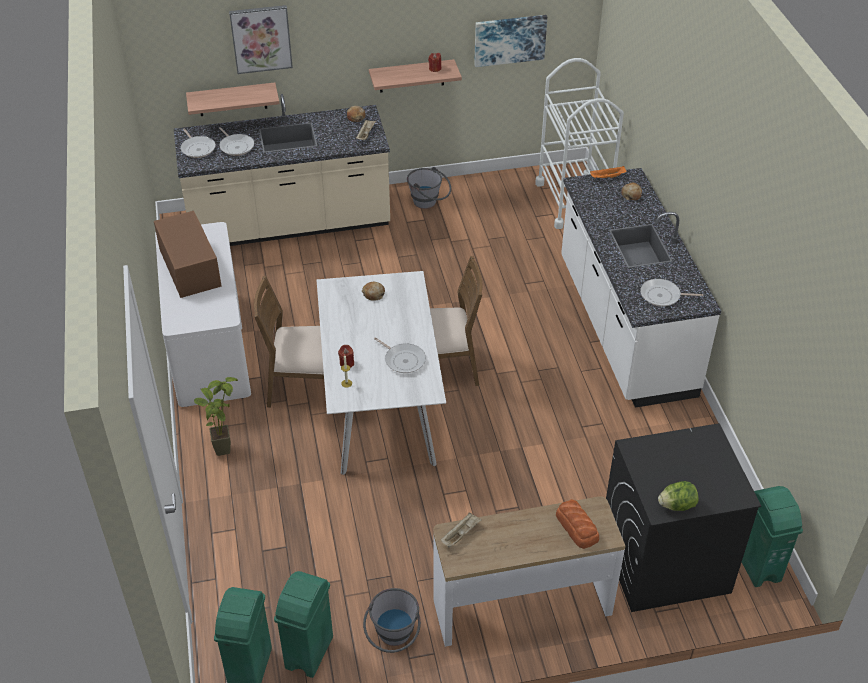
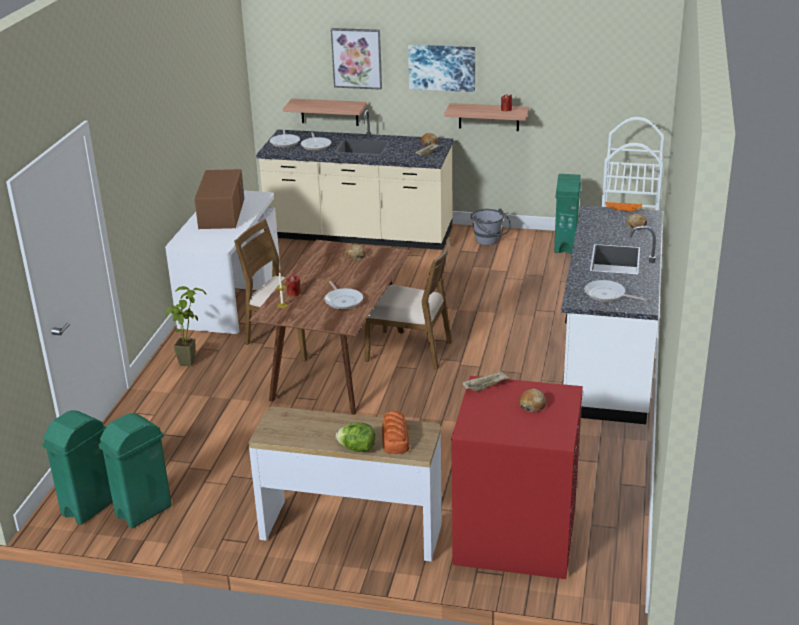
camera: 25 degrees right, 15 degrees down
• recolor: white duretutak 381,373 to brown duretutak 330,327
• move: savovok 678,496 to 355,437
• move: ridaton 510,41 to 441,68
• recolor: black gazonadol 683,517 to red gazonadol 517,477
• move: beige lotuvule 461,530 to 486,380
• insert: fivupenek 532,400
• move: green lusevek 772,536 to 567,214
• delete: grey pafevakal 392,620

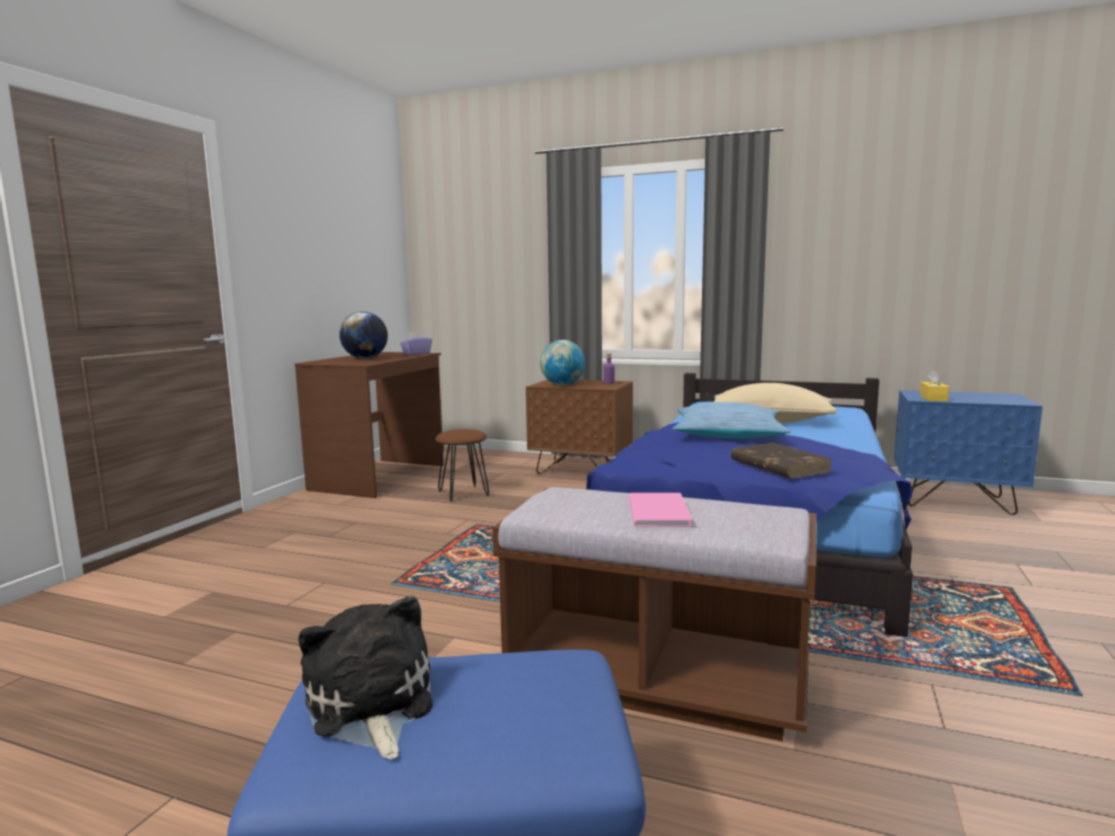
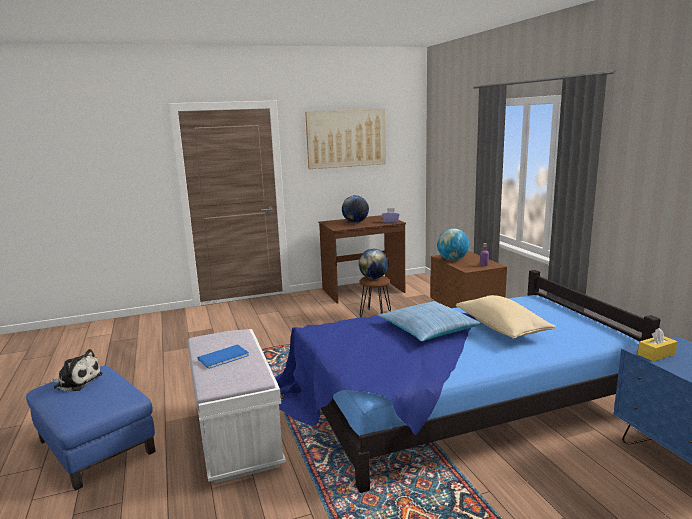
camera: 50 degrees right, 5 degrees up
• rotate: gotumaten 366,677 = 76,370 75 degrees clockwise
• recolor: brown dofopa 655,614 to white dofopa 237,406
• recolor: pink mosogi 661,510 to blue mosogi 223,357
• insert: ridaton 345,139
• insert: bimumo 373,264
• delete: brown mosogi 781,460

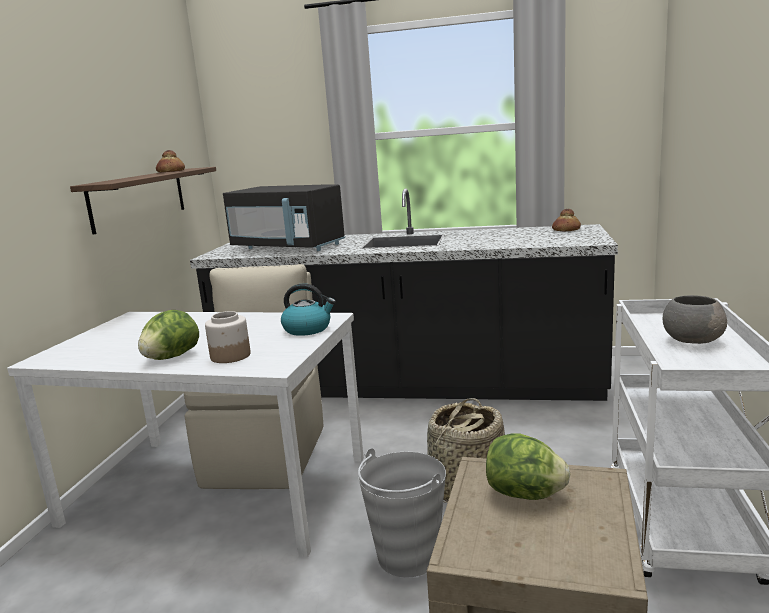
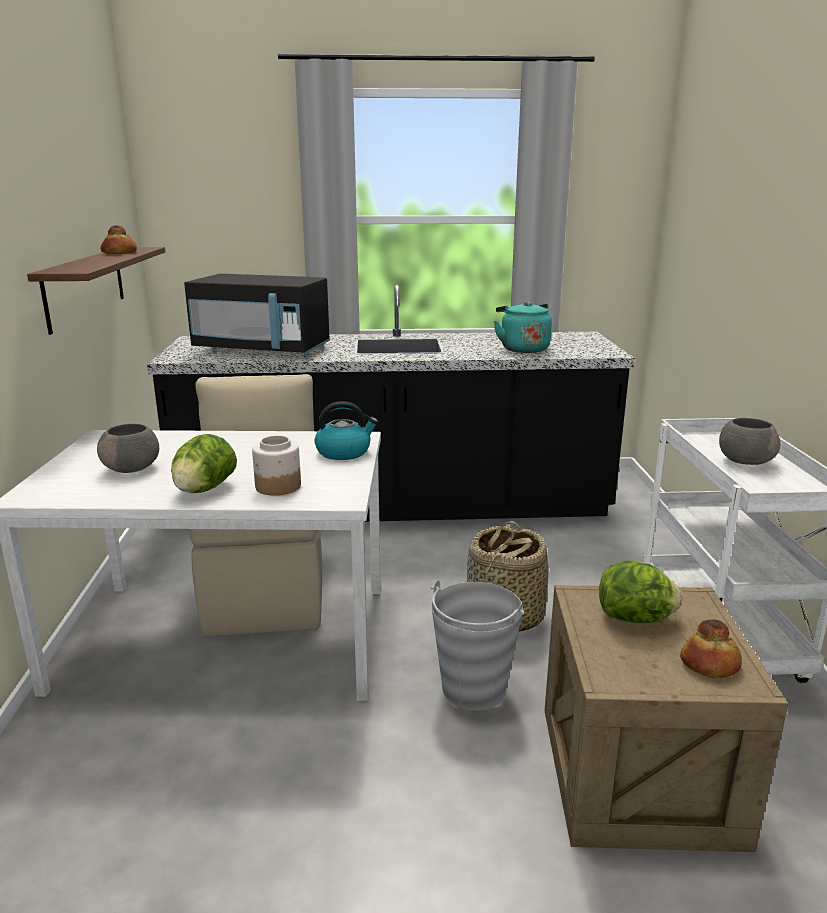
camera: 15 degrees left, 5 degrees up
• insert: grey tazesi 128,448
• insert: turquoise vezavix 523,327
• move: fivupenek 566,220 to 711,649

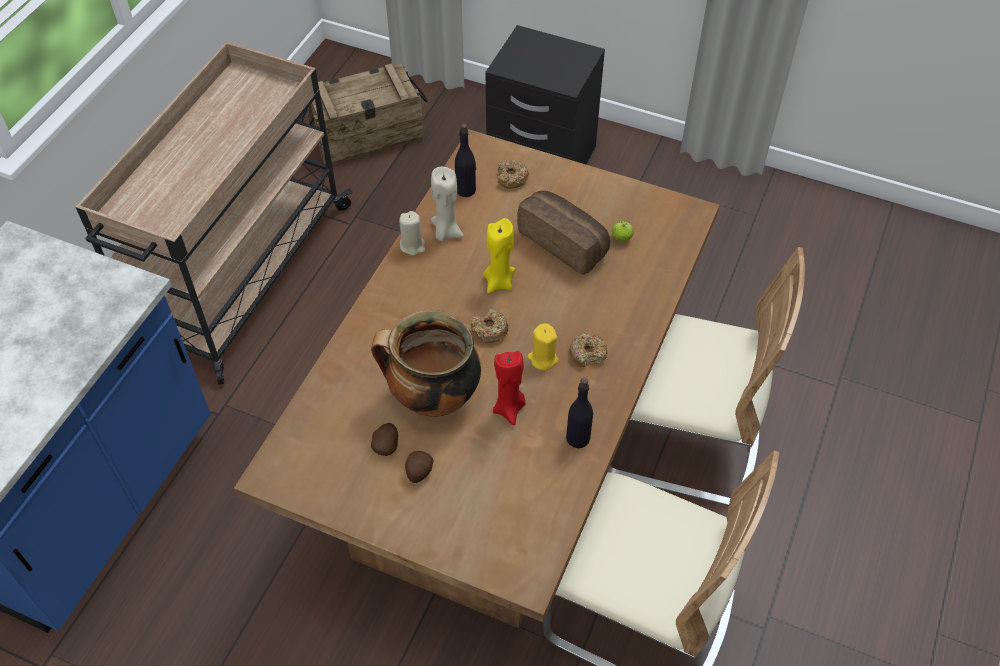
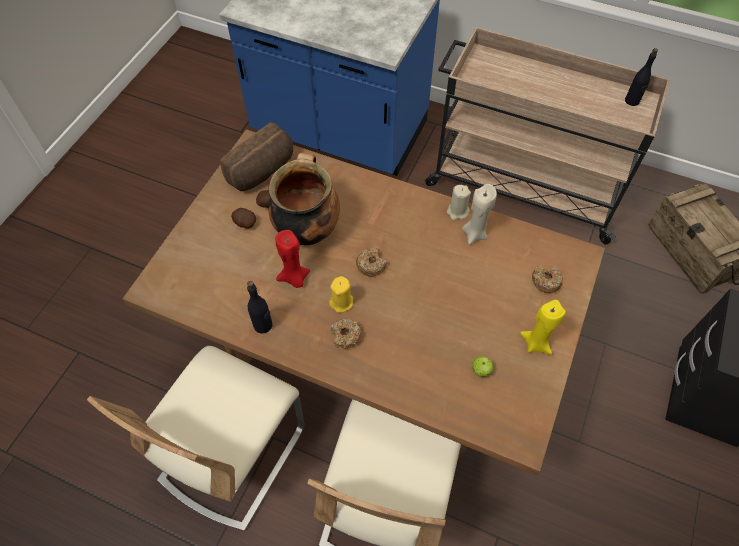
camera: 90 degrees right, 5 degrees up
• move: fivupenek 563,233 to 256,156
• move: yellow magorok 499,255 to 543,327
• move: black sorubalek 465,160 to 641,77

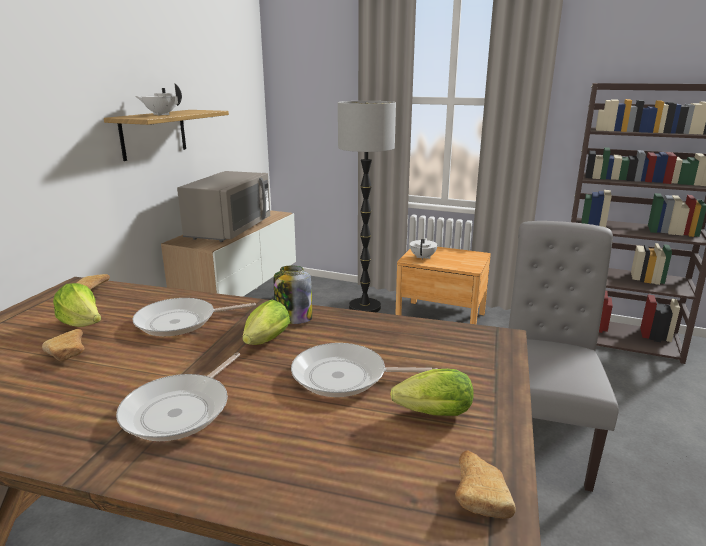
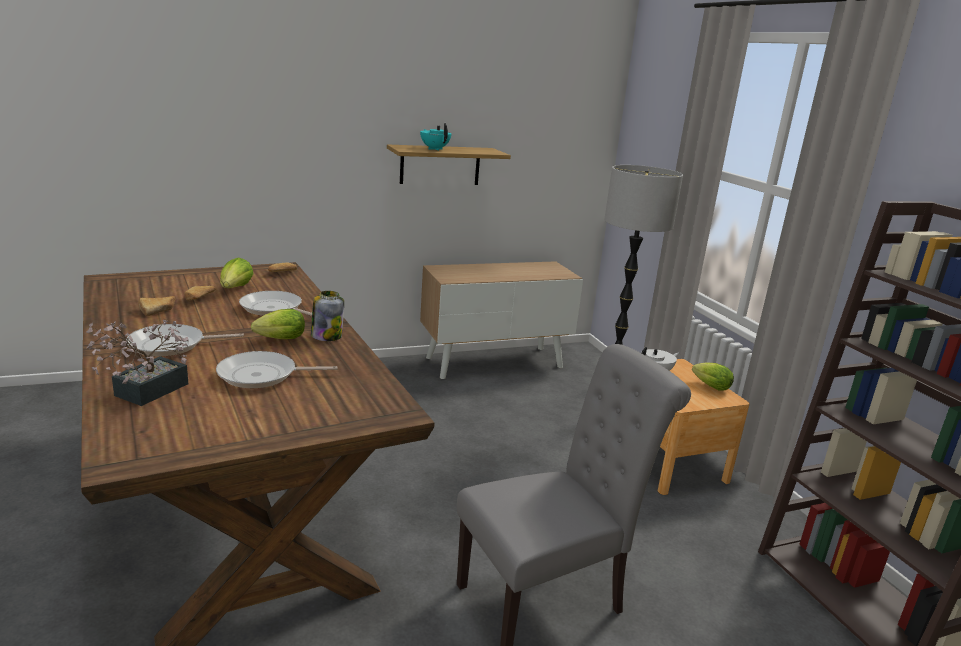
camera: 45 degrees right, 0 degrees up
• insert: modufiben 137,363
• move: fivupenek 485,484 to 157,306
• rotate: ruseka 364,370 = 277,369 60 degrees counterclockwise
• recolor: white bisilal 159,99 to turquoise bisilal 436,136
• move: savovok 432,392 to 713,377
• delete: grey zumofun 223,206

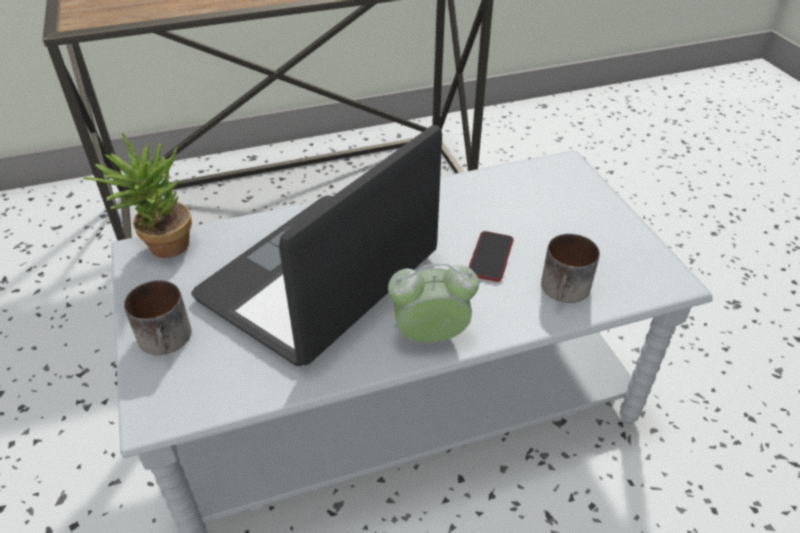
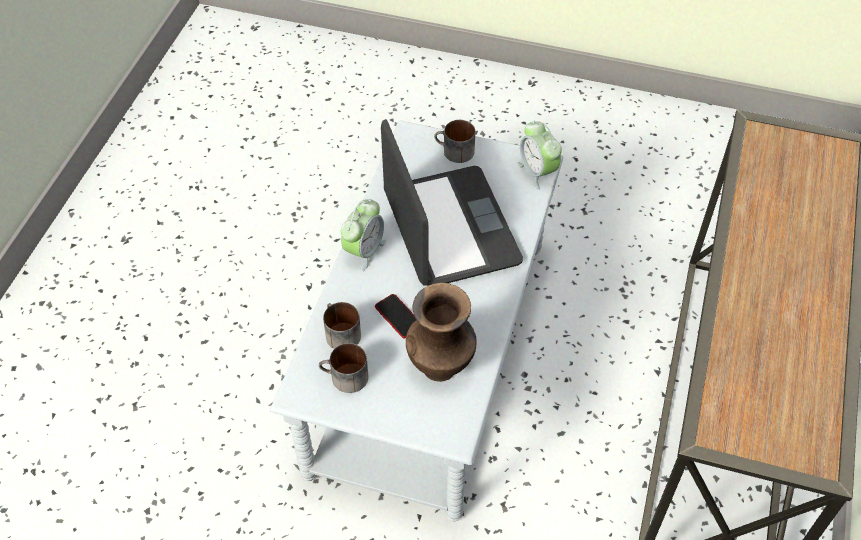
camera: 125 degrees right, 10 degrees up
• insert: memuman 343,368
• insert: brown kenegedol 441,332
• replace: modufiben 137,195 to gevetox 539,155

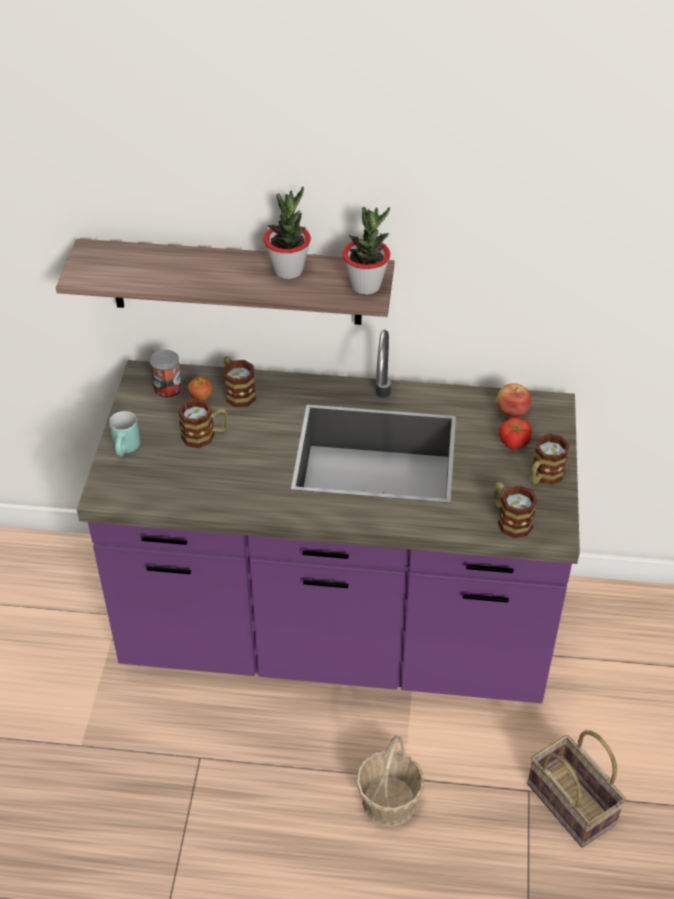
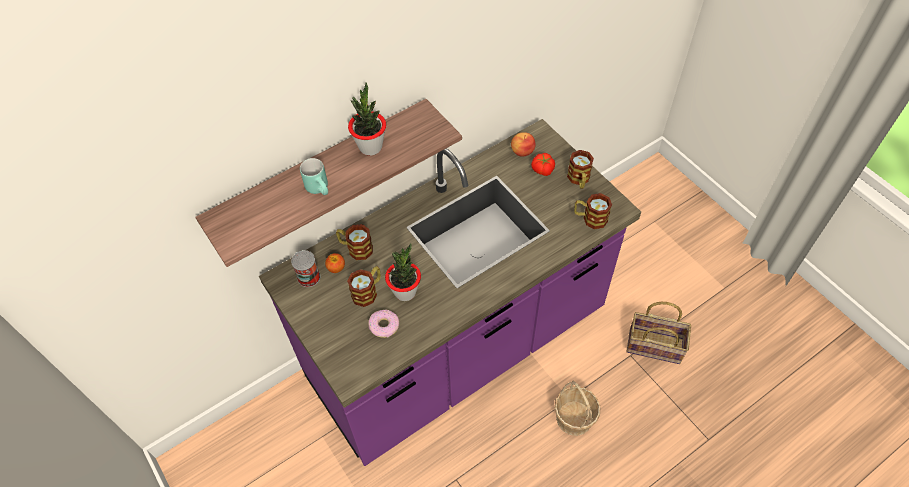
camera: 40 degrees left, 10 degrees up
• move: turquoise memuman 124,433 to 314,176
• insert: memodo 383,324
• move: modufiben 366,251 to 403,272

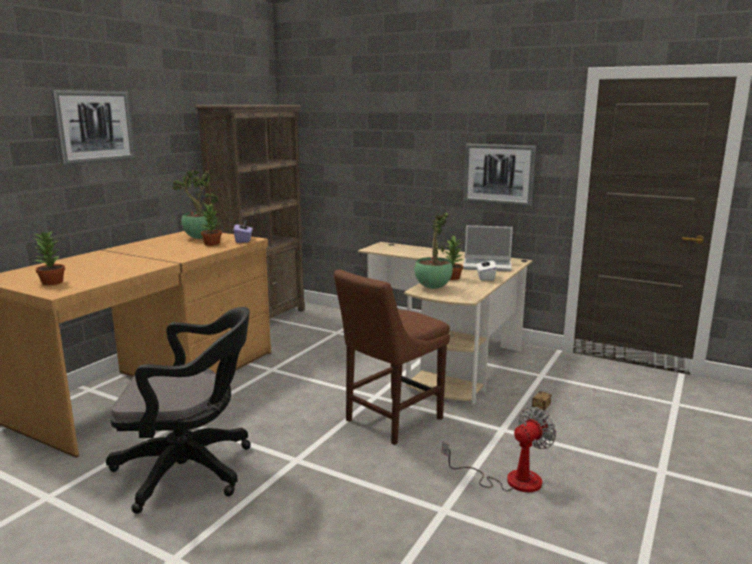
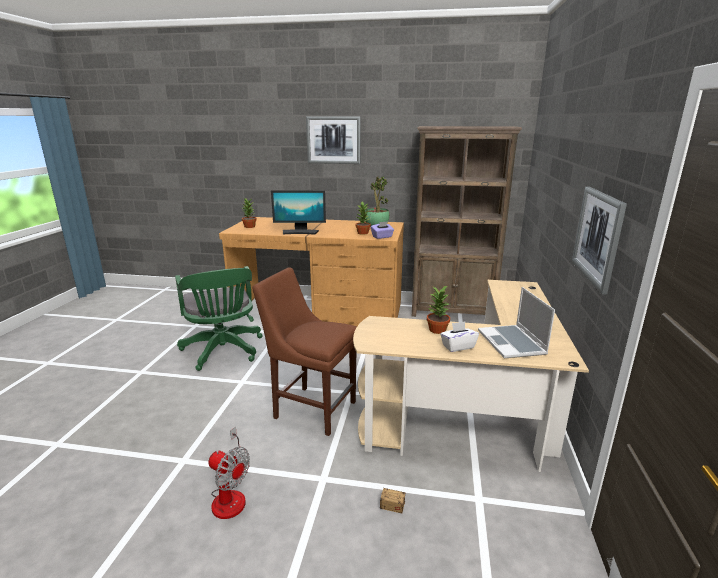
camera: 70 degrees right, 5 degrees up
• recolor: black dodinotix 178,410 to green dodinotix 218,318
• insert: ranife 298,212
• delete: modufiben 434,250

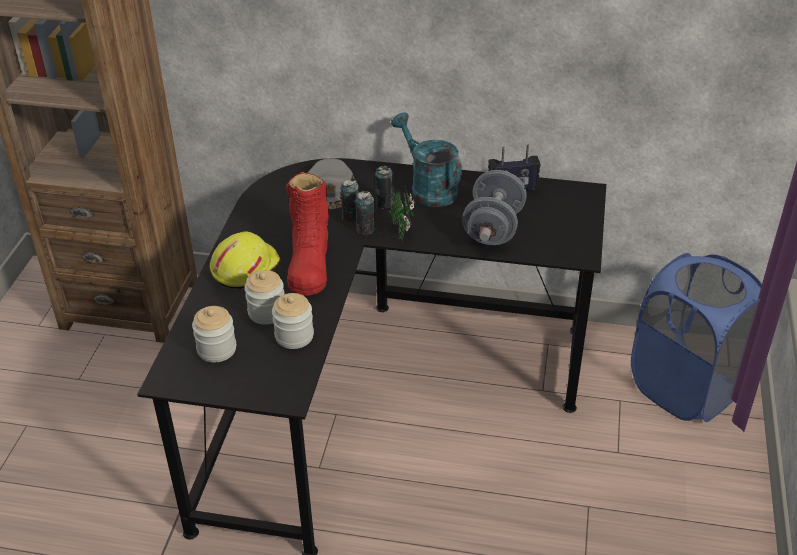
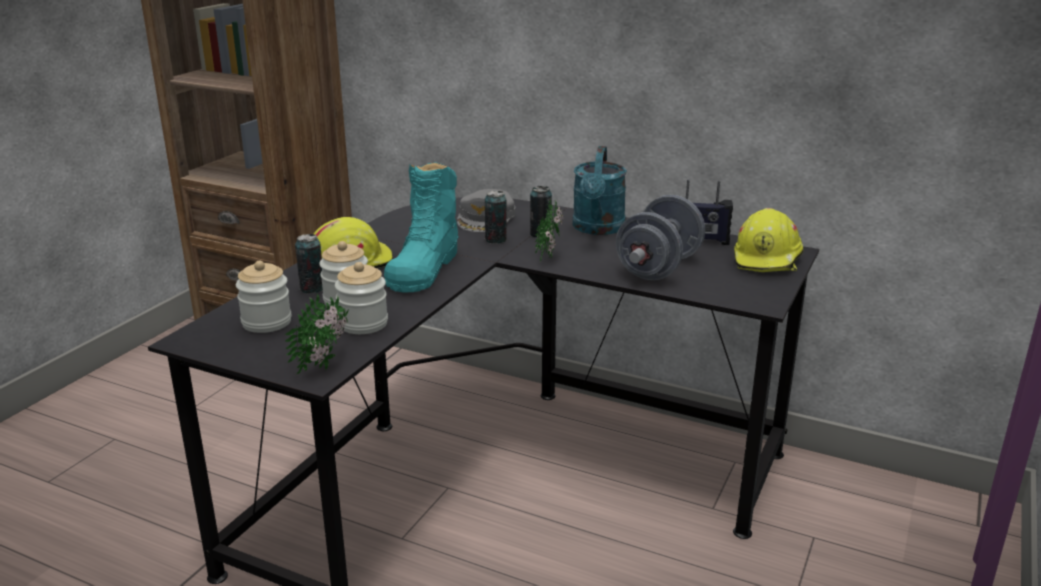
camera: 15 degrees right, 15 degrees down
• insert: modufiben 317,334
• move: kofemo 365,213 to 309,264
• recolor: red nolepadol 307,234 to turquoise nolepadol 421,227
• rotate: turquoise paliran 426,159 = 600,190 150 degrees counterclockwise
• insert: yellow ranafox 768,240
• delete: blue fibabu 696,337

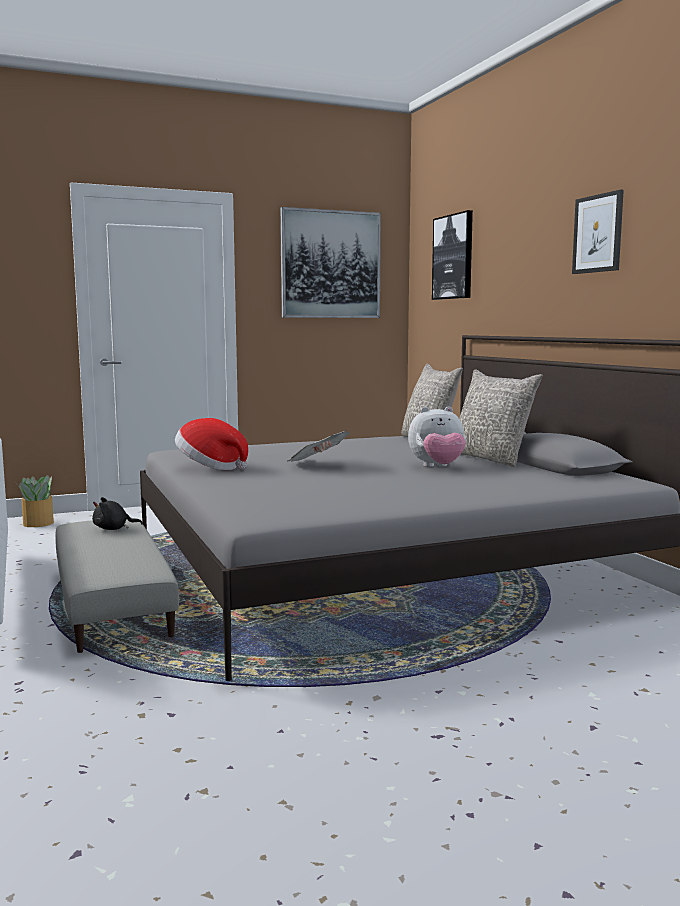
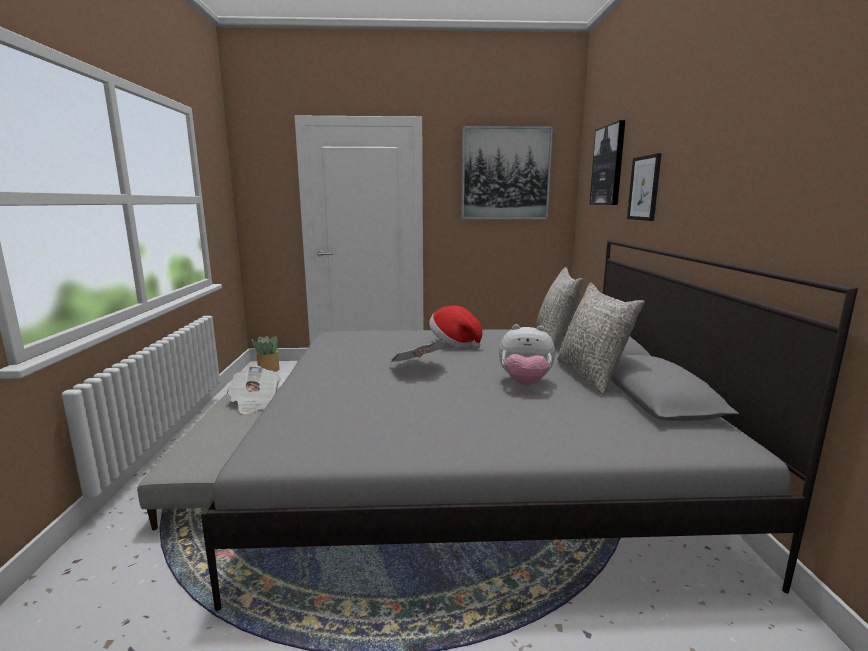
camera: 20 degrees right, 5 degrees up
• replace: black gotumaten 117,513 to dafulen 254,390
• move: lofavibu 211,444 to 455,327
• move: ridaton 598,231 to 644,187

